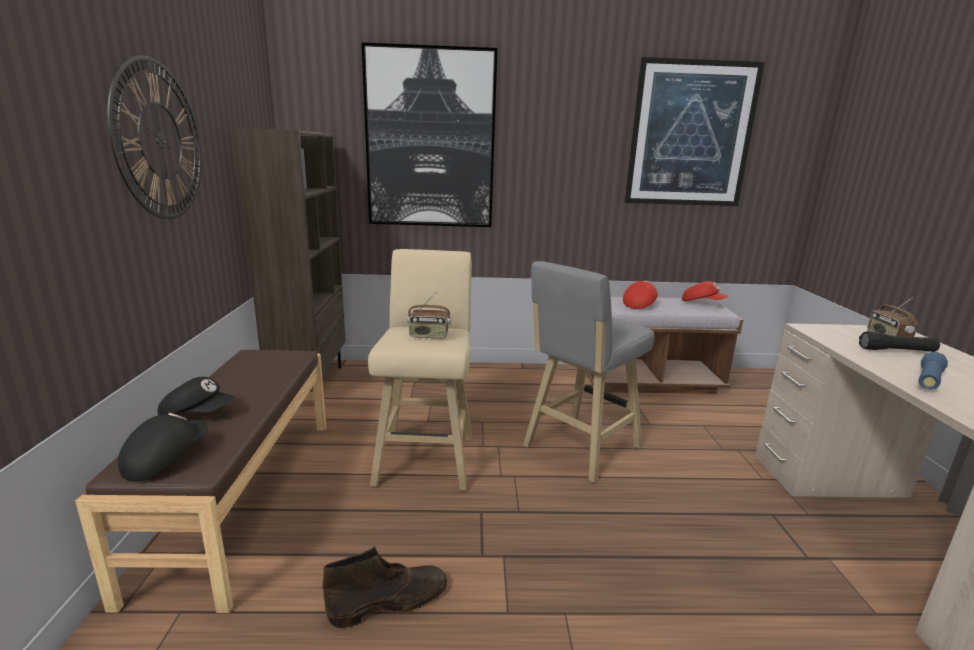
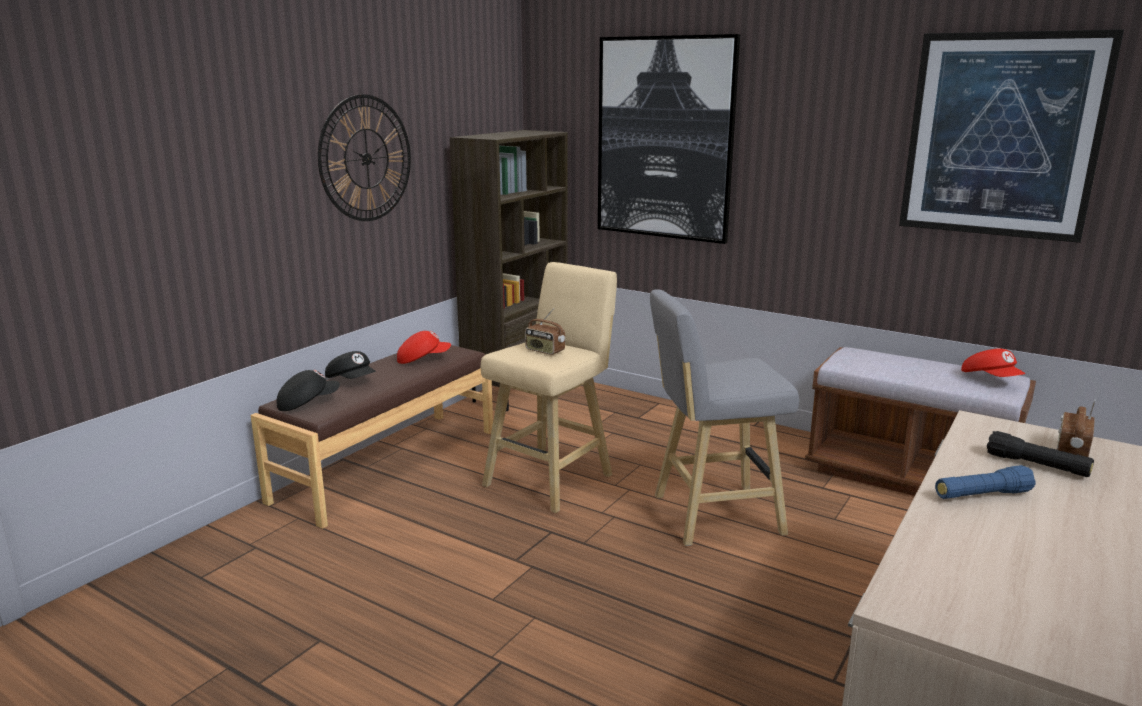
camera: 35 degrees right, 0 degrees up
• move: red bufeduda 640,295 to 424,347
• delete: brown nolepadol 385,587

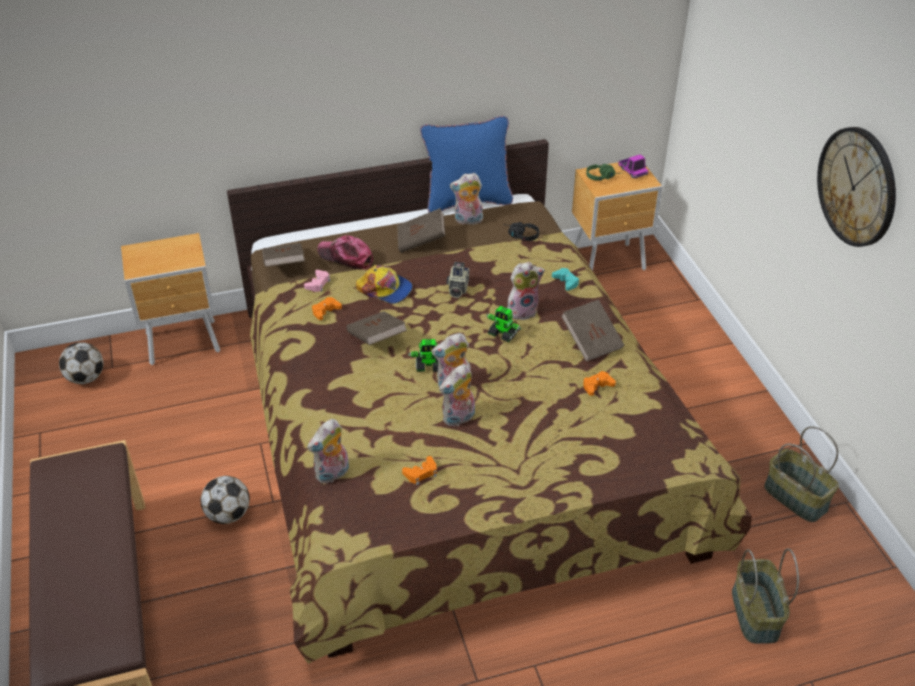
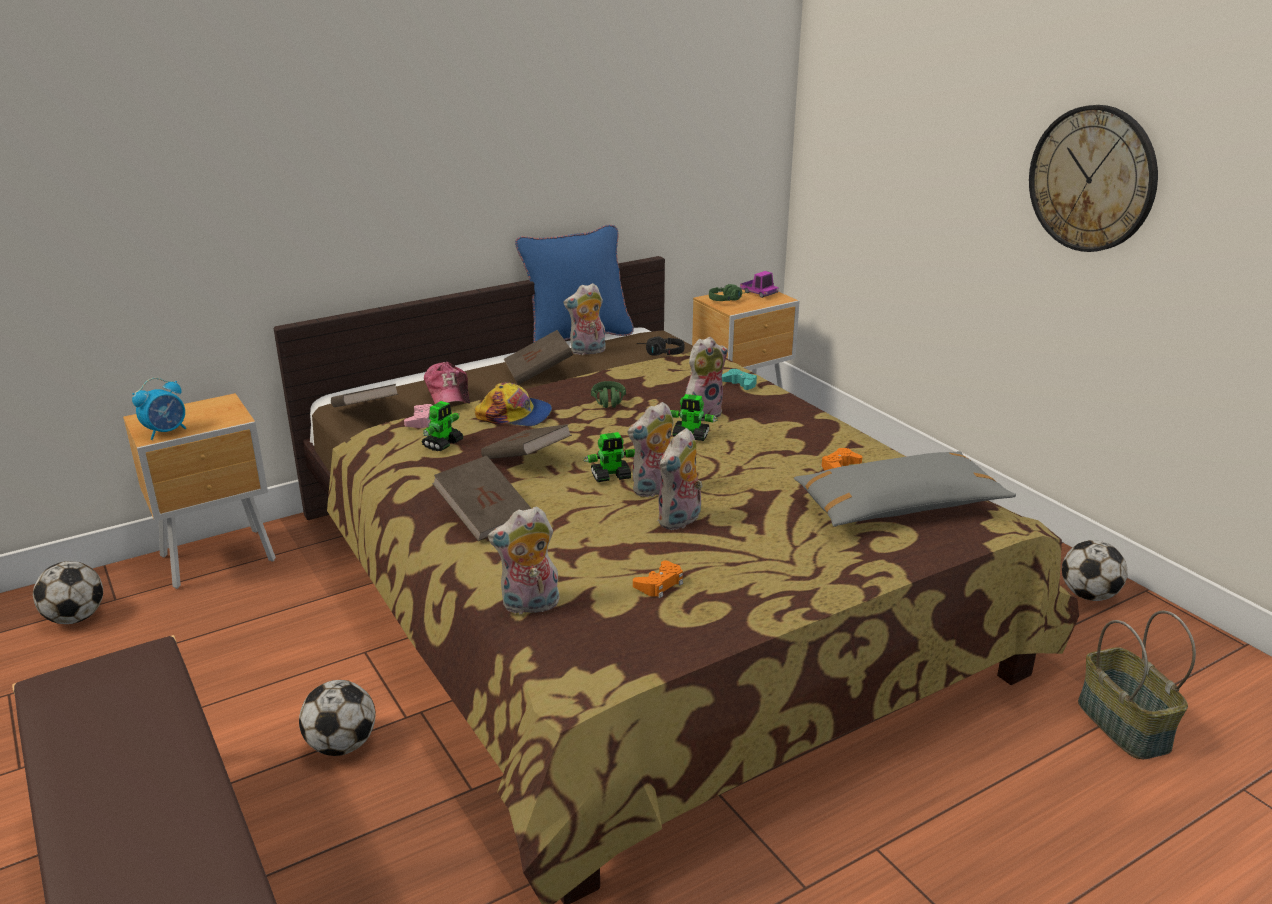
camera: 15 degrees left, 15 degrees down
• insert: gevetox 159,409
• replace: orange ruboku 327,308 to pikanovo 442,426
• rotate: bufeduda 345,252 = 447,383 120 degrees counterclockwise
• move: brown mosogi 592,331 to 482,498
• rotate: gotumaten 328,451 = 524,560 45 degrees clockwise
• replace: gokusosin 457,280 to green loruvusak 608,394
• insert: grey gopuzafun 905,489
• replace: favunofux 801,474 to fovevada 1095,570

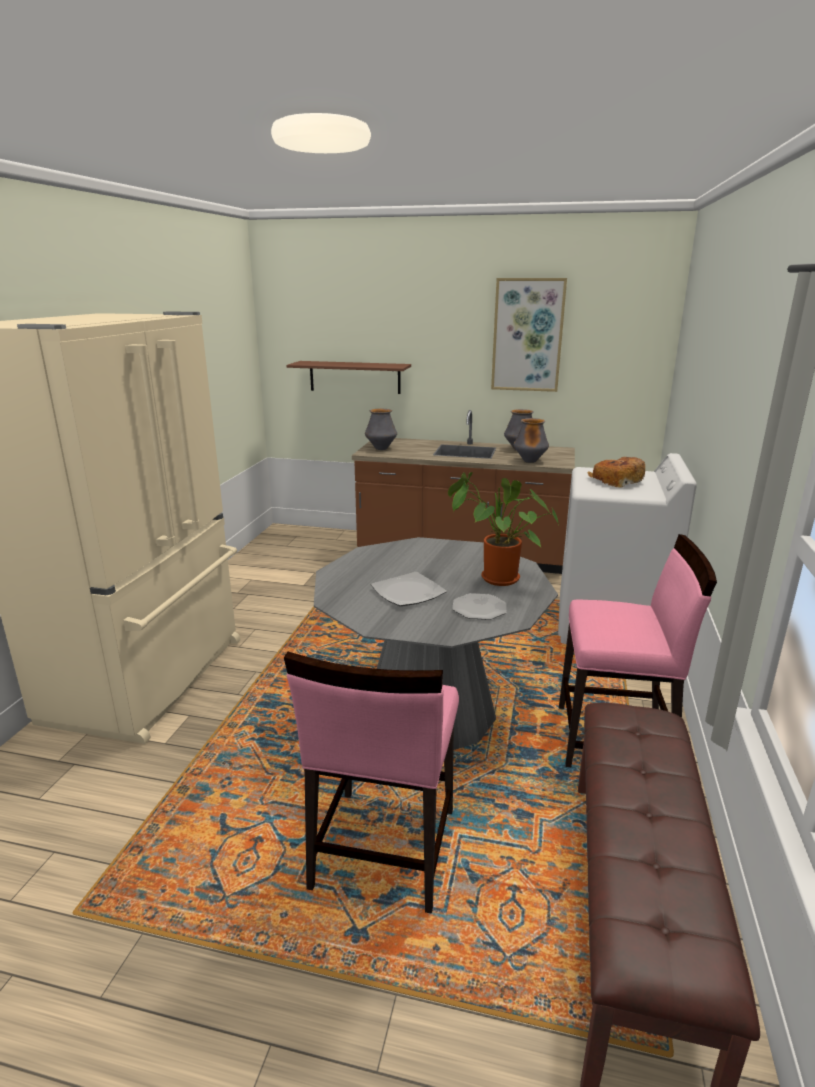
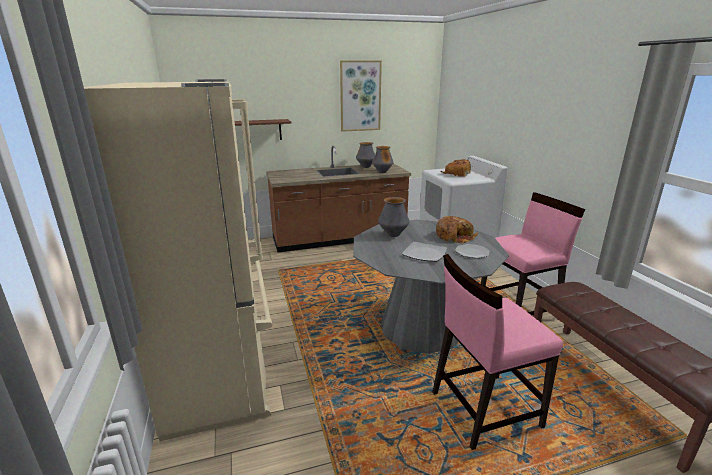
camera: 30 degrees left, 0 degrees up
• move: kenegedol 381,429 to 394,217
• rotate: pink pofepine 371,782 = 497,352 90 degrees clockwise
• replace: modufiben 503,529 to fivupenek 457,229

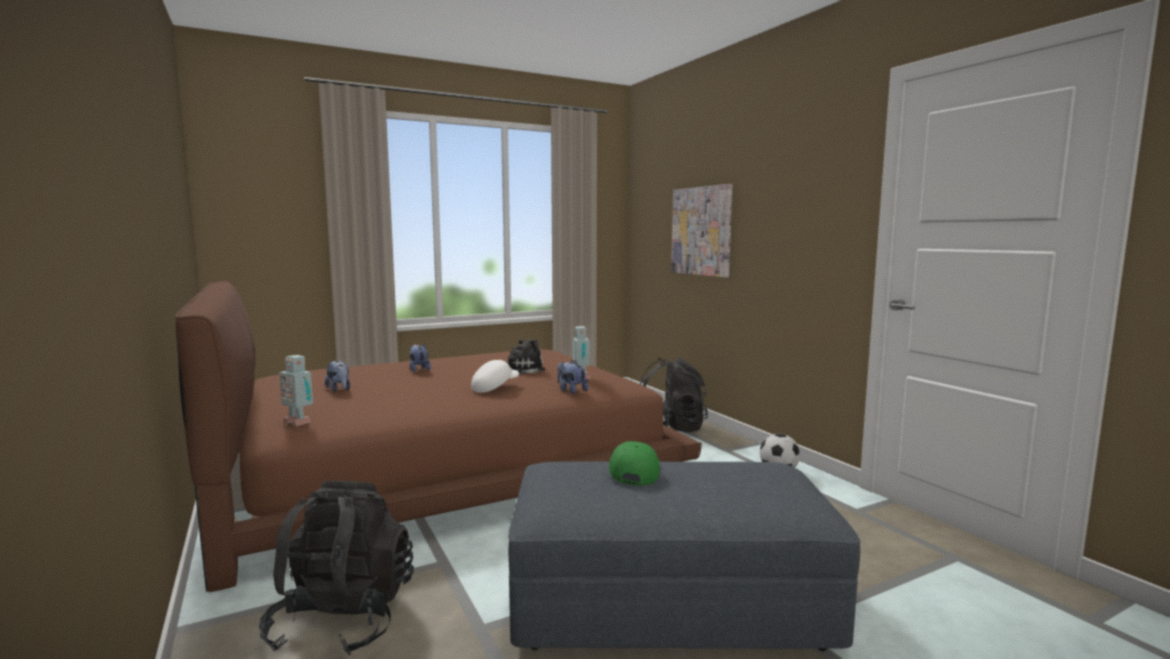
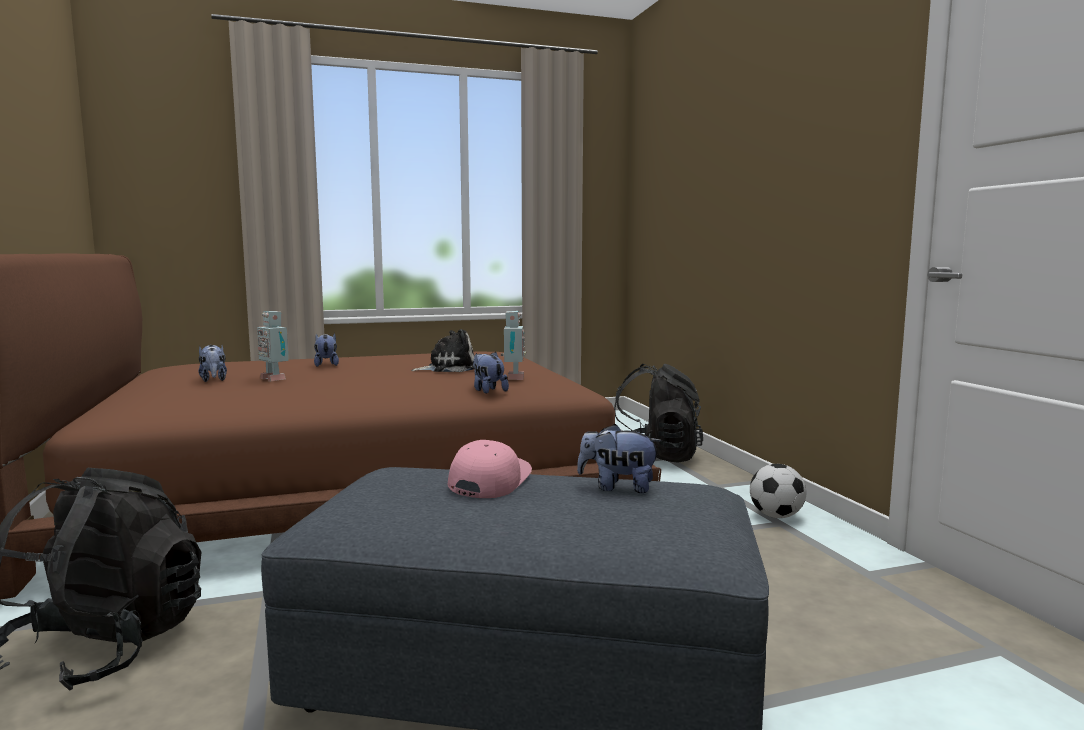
camera: 10 degrees right, 0 degrees up
• move: pikanovo 296,390 to 273,346
• recolor: green bufeduda 634,463 to pink bufeduda 490,469
• insert: gotumaten 619,458
• delete: white bufeduda 495,376
• delete: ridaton 701,230

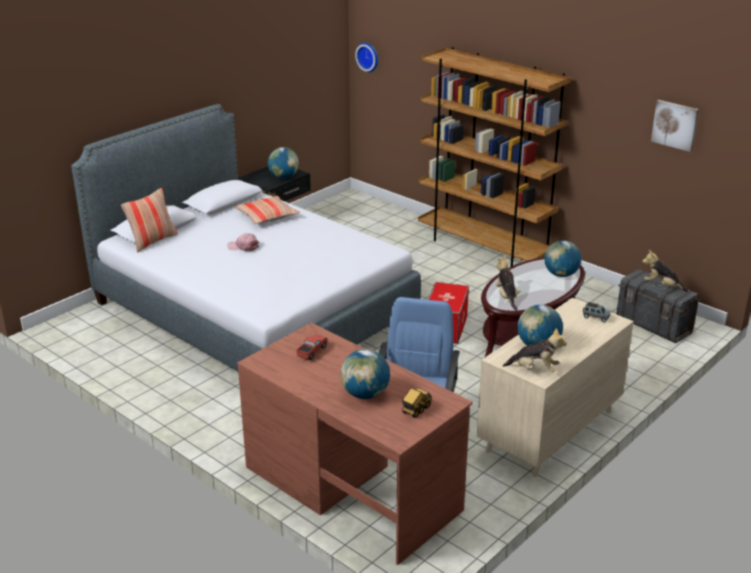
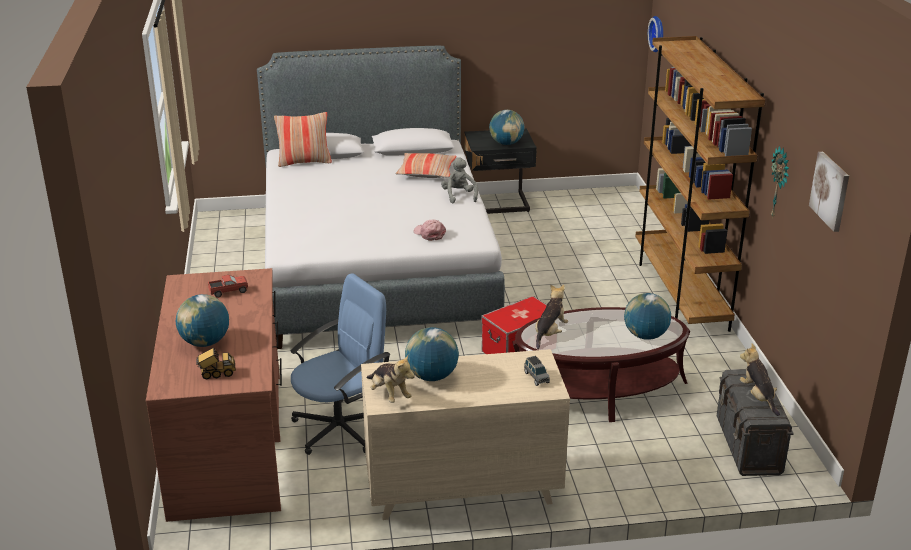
camera: 40 degrees right, 0 degrees up
• move: pink bufeduda 243,242 to 430,230
• insert: grey gotumaten 459,180
• insert: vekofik 780,182

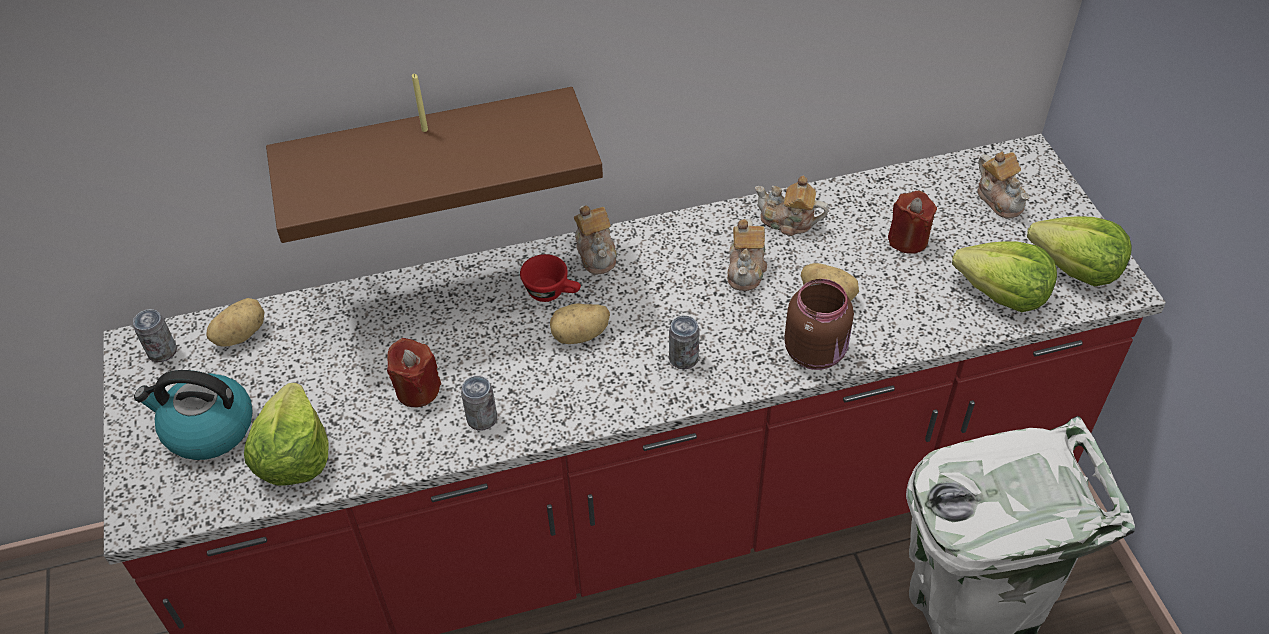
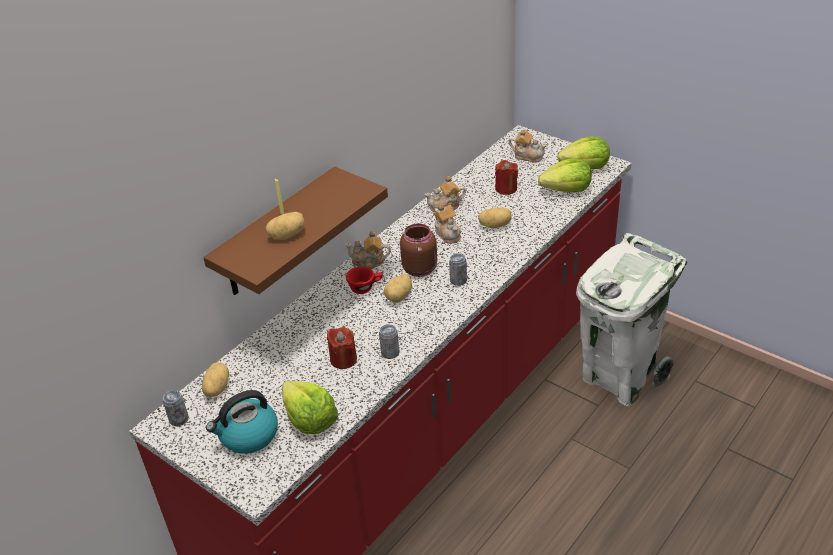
camera: 35 degrees left, 10 degrees down
• insert: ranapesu 285,225
• rotate: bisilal 595,239 = 368,250 150 degrees clockwise
• move: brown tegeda 819,324 to 418,250

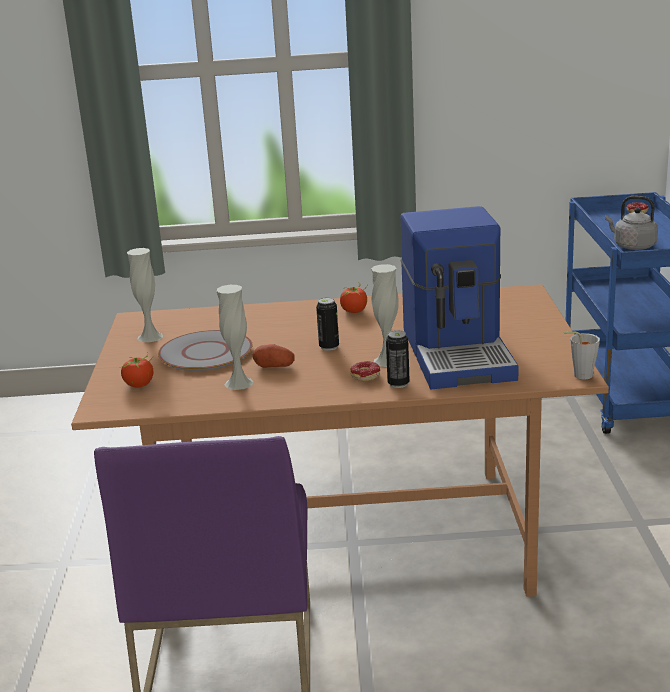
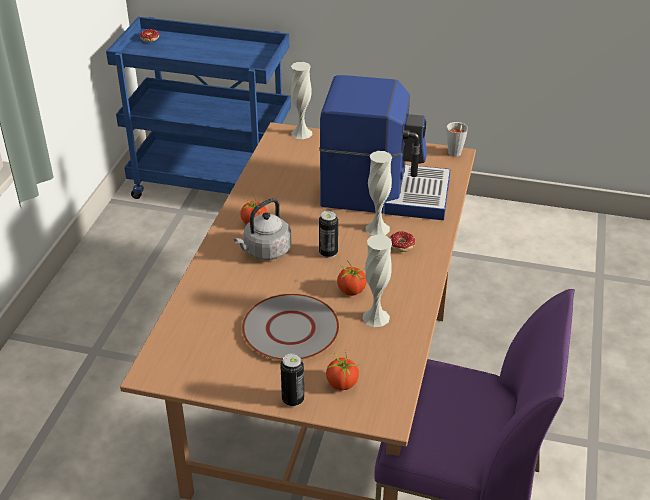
camera: 75 degrees left, 15 degrees up
• move: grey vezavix 631,223 to 262,229
• move: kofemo 398,359 to 292,380
• move: white kenegedol 145,295 to 301,100
• replace: ranapesu 274,356 to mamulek 351,278

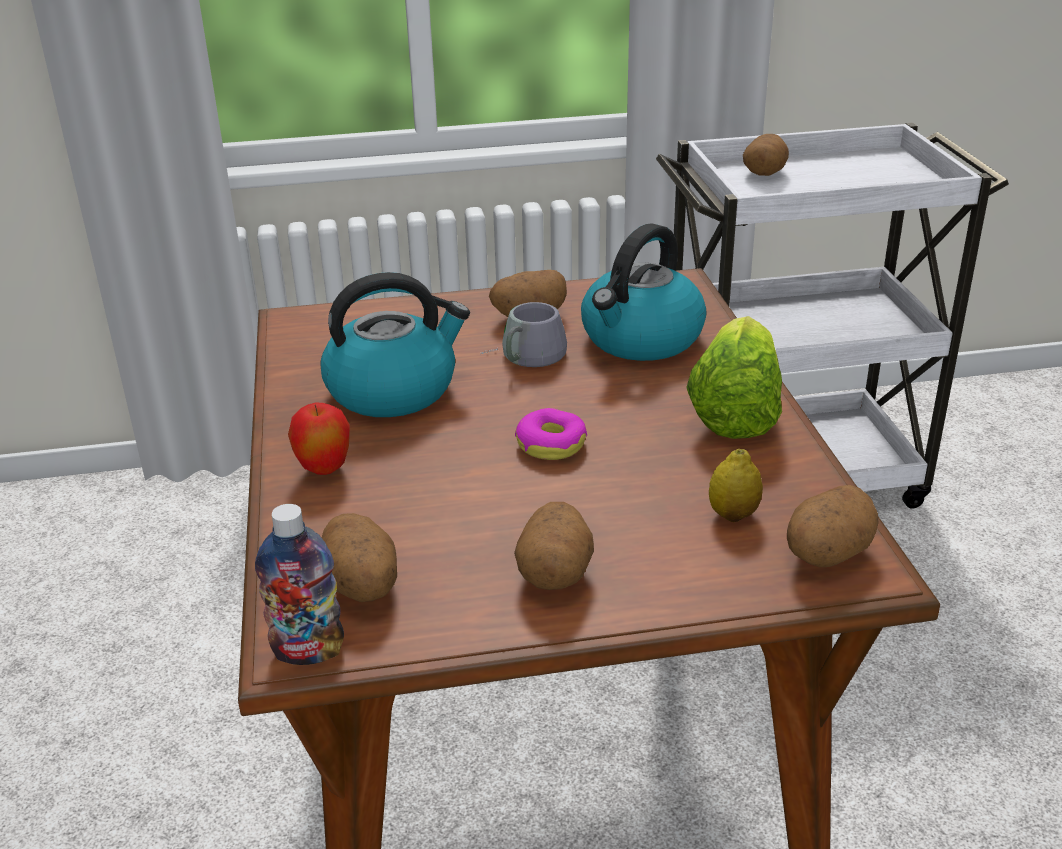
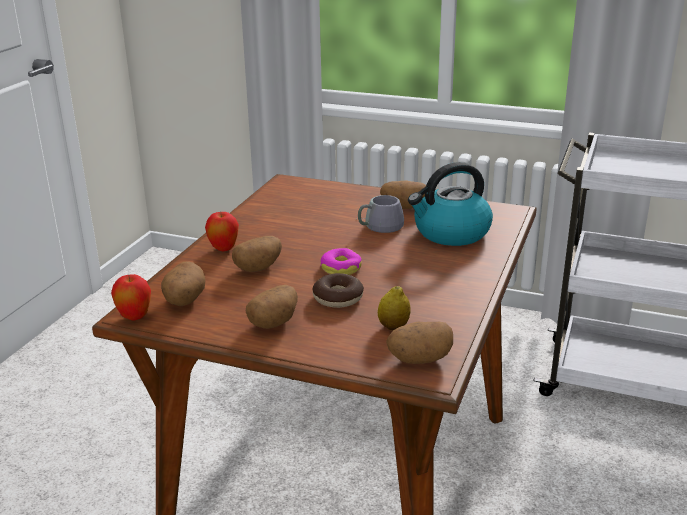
camera: 30 degrees right, 5 degrees down
• replace: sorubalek 299,584 to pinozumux 131,297
• move: ranapesu 766,155 to 257,254
• insert: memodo 338,290
• delete: vezavix 395,344
• delete: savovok 734,377

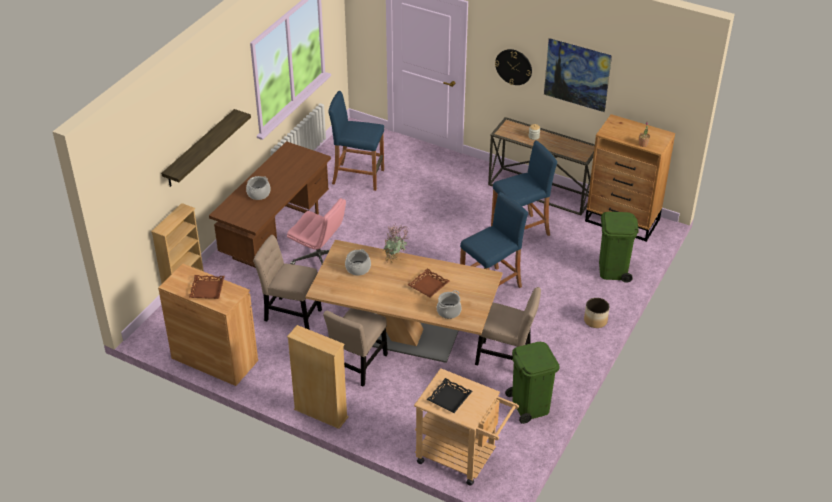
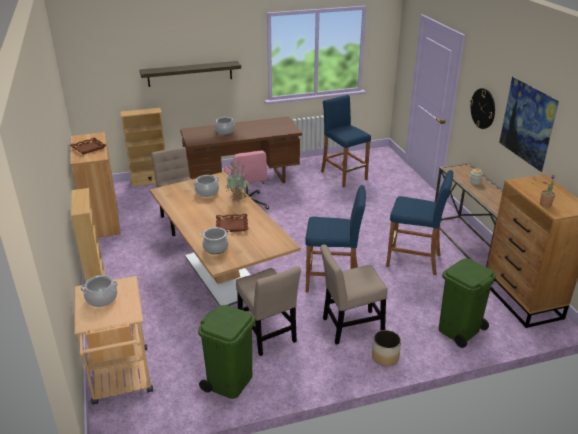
camera: 45 degrees right, 10 degrees down
• replace: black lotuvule 449,395 to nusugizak 99,291
• move: beige pofepine 355,347 to 354,294

